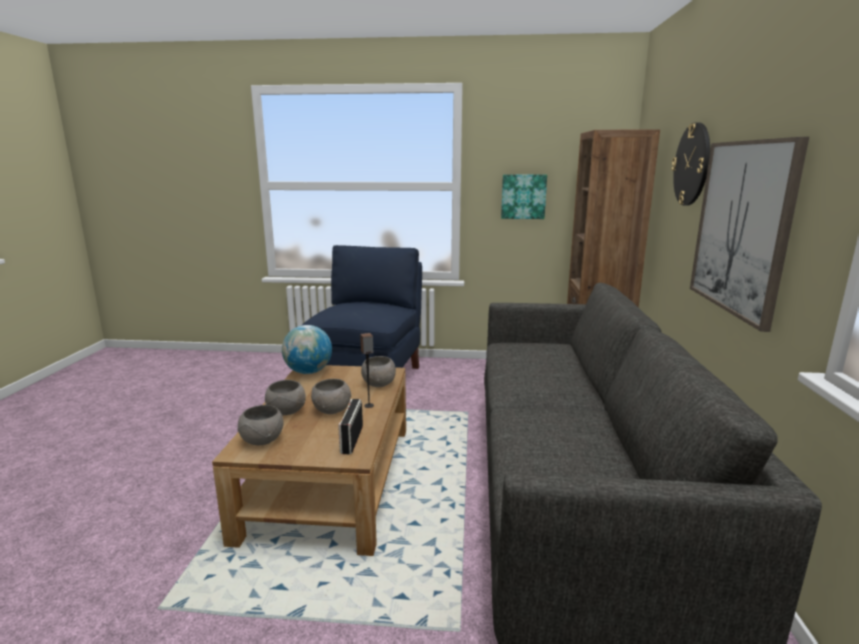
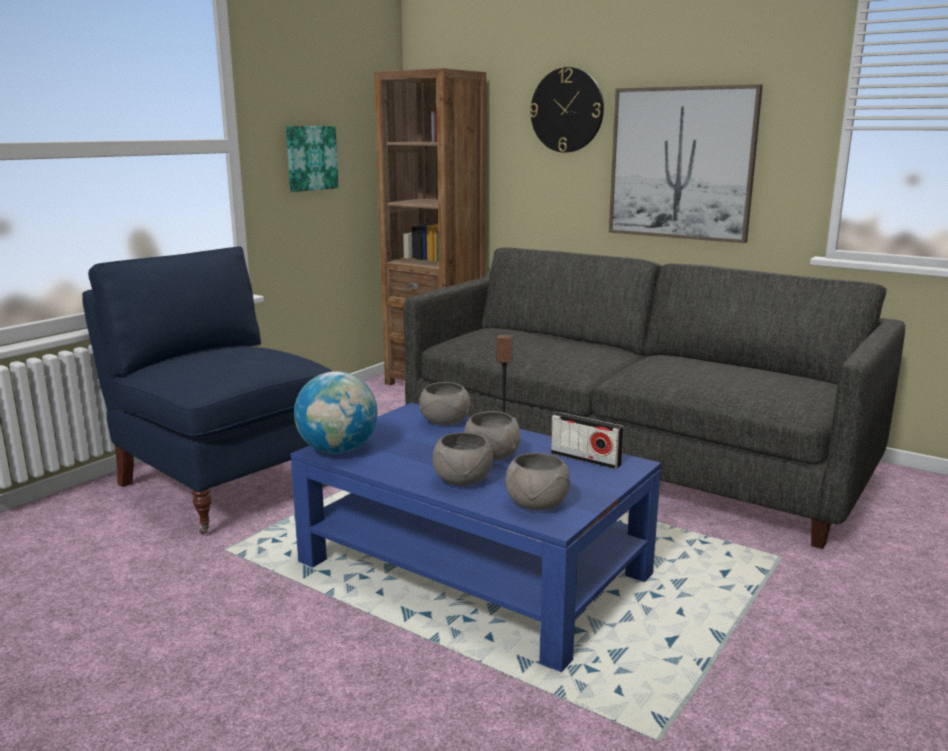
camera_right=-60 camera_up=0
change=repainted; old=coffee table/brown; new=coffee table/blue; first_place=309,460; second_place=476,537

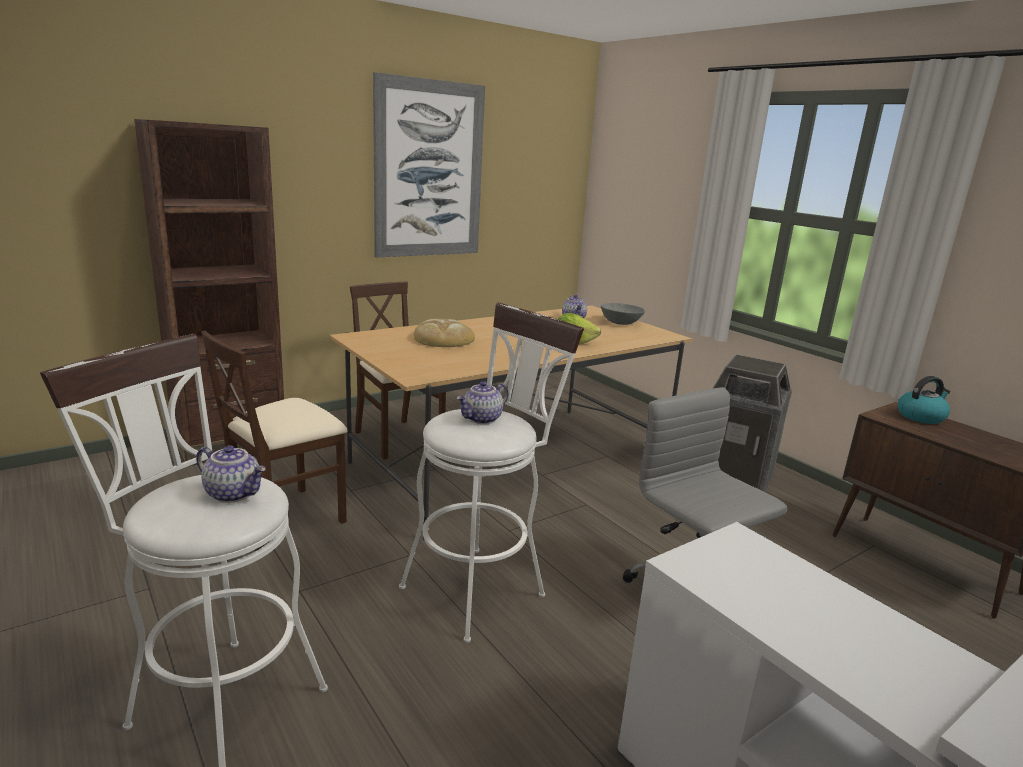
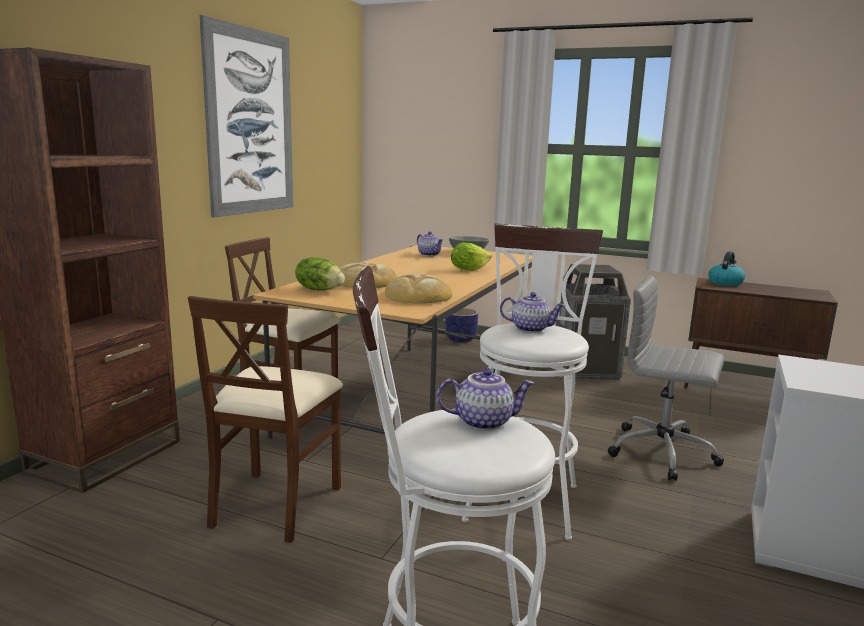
camera_right=-30 camera_up=-5
change=rotated; old=teapot; first_place=482,402; second_place=533,312; degrees=-90
change=new; new=lettuce; second_place=320,274
change=new; new=bread; second_place=418,289
change=new; new=planter; second_place=461,325

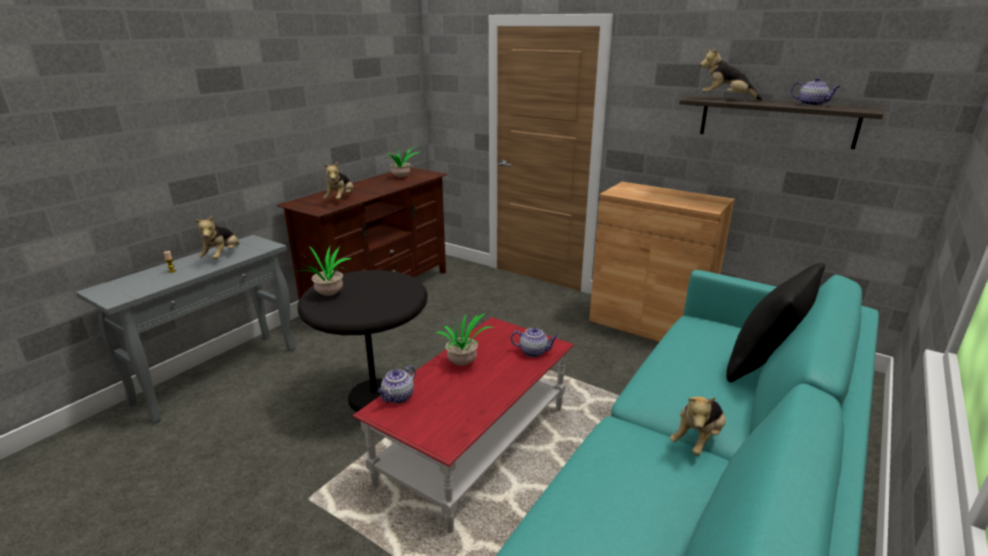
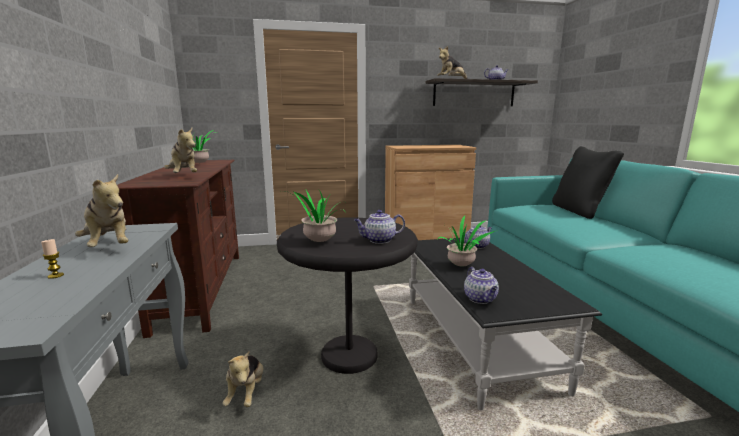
camera_right=-45 camera_up=-10
change=repainted; old=coffee table/red; new=coffee table/black; first_place=463,425; second_place=505,324
change=shifted; old=plush toy; first_place=698,426; second_place=243,379
change=new; new=teapot; second_place=379,227

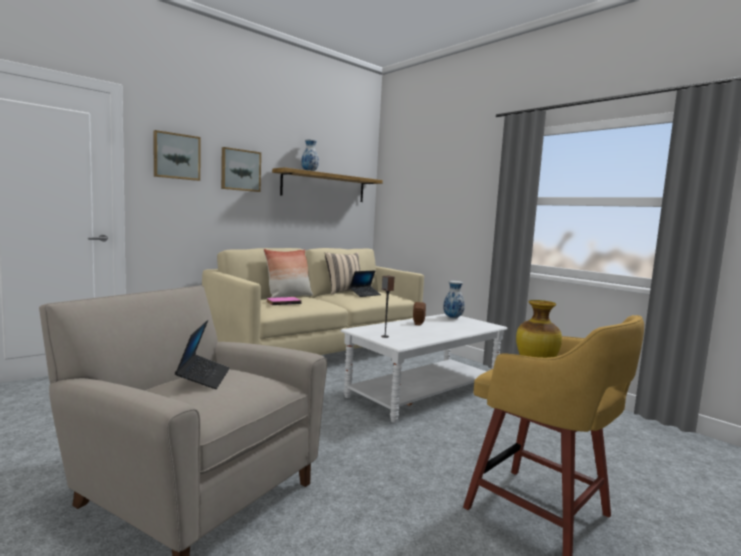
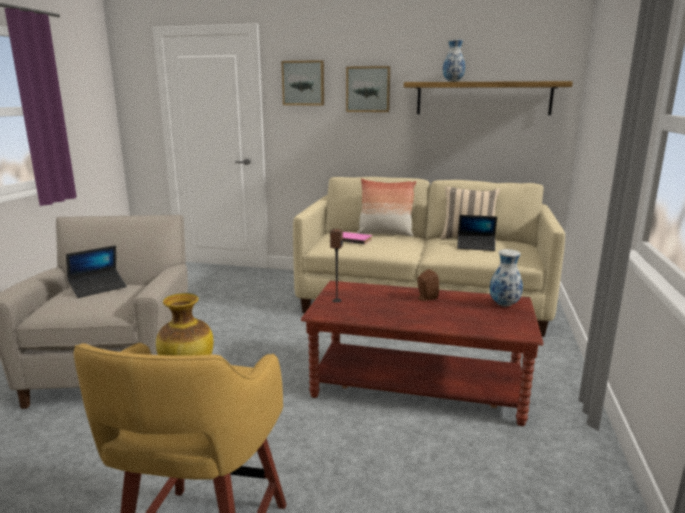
camera_right=55 camera_up=10
change=repainted; old=coffee table/white; new=coffee table/brown; first_place=424,368; second_place=422,353

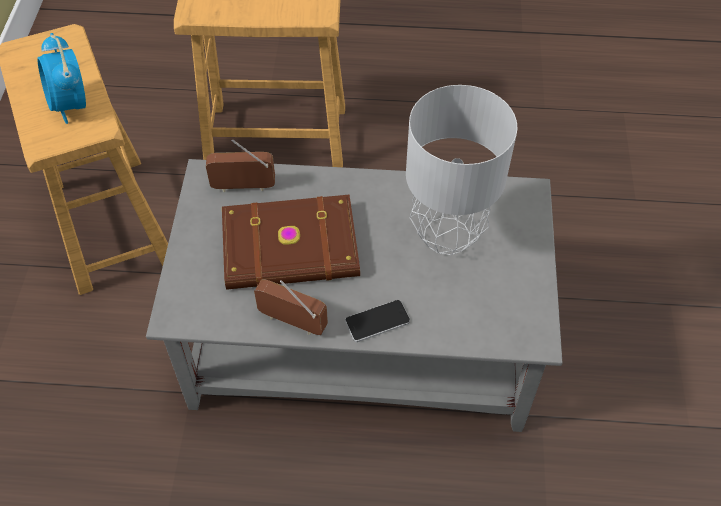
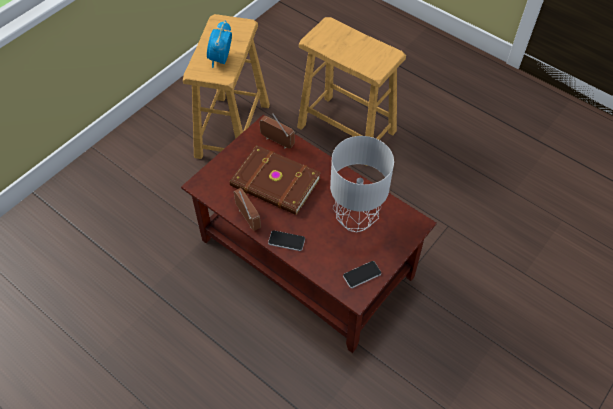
camera_right=35 camera_up=0
change=repainted; old=coffee table/grey; new=coffee table/brown; first_place=354,295; second_place=309,233
change=new; new=phone; second_place=362,274

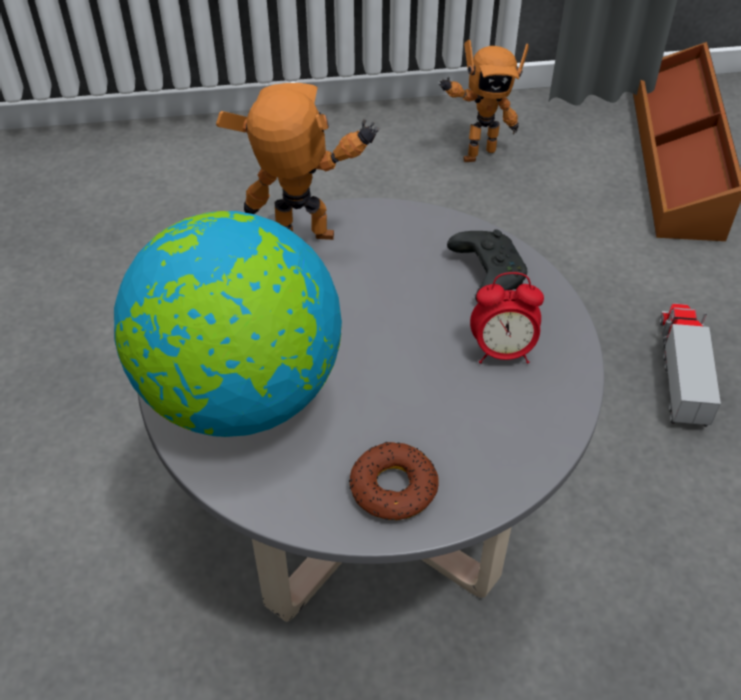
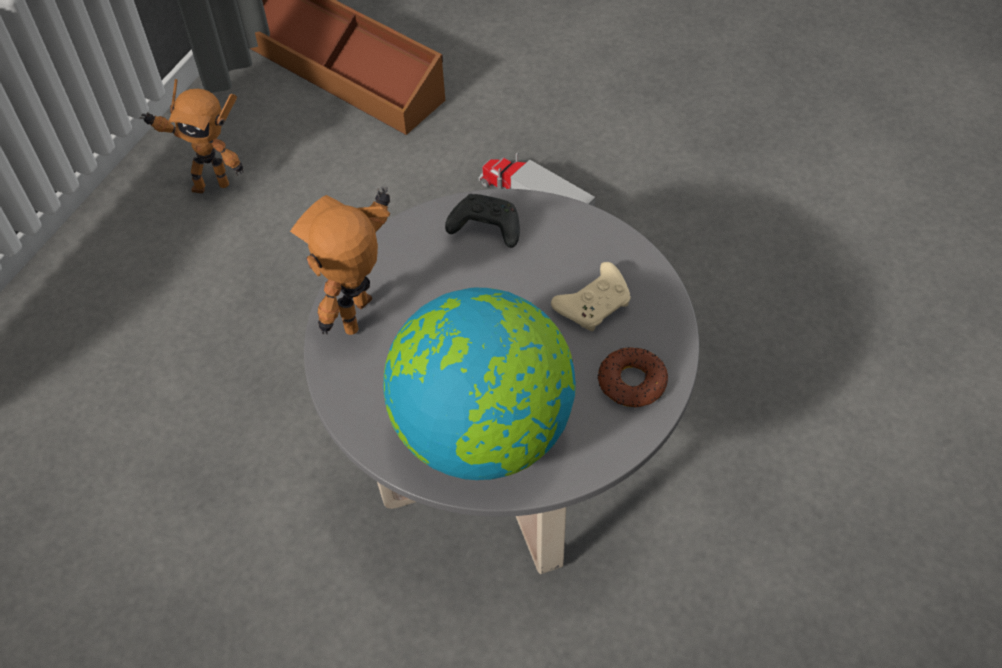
camera_right=-55 camera_up=5
change=rotated; old=toy robot; first_place=484,101; second_place=191,136; degrees=75
change=gone; old=alarm clock; first_place=507,318
change=new; new=game controller/beige; second_place=591,296

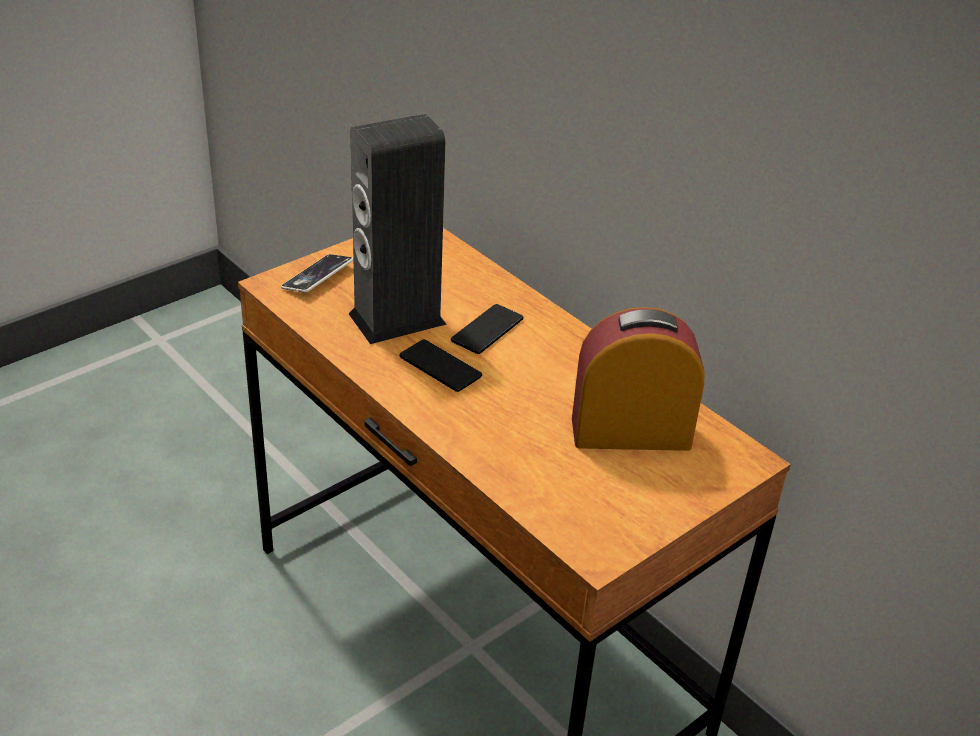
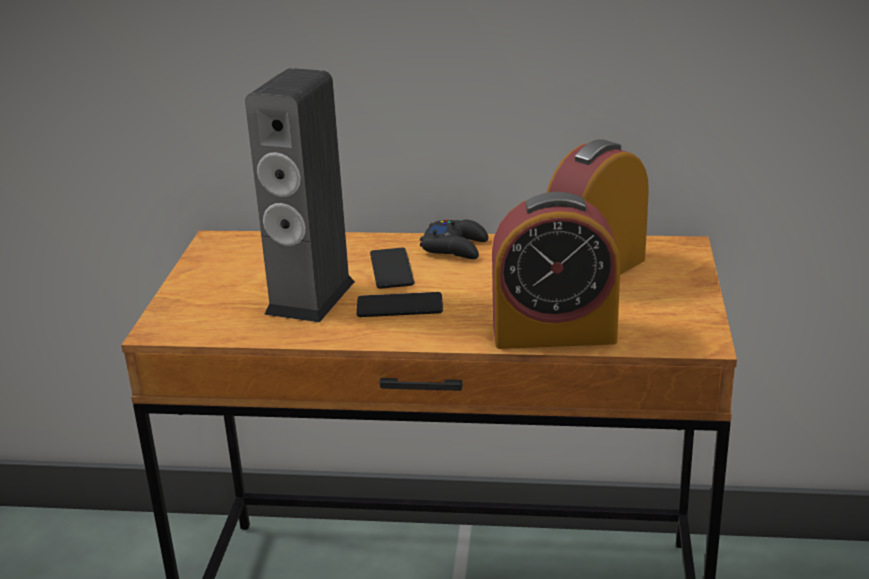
camera_right=-40 camera_up=-10
change=gone; old=phone; first_place=317,273
change=new; new=game controller/black; second_place=454,239
change=new; new=alarm clock; second_place=556,270

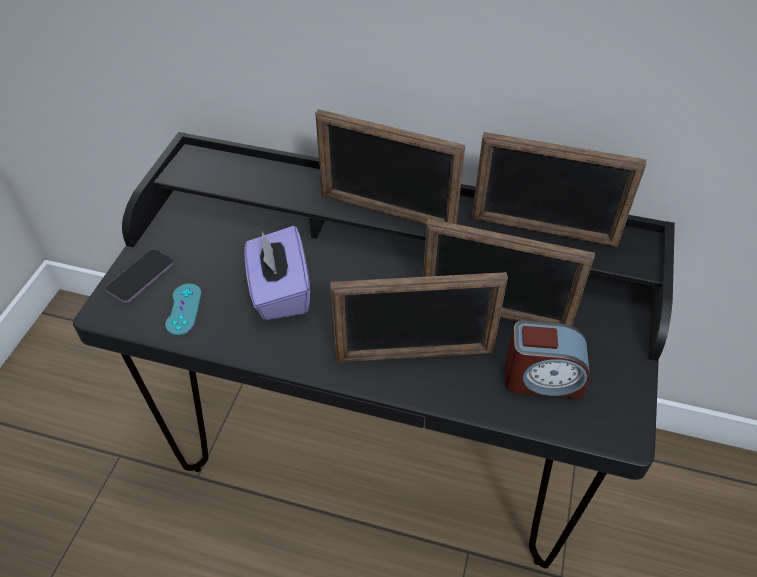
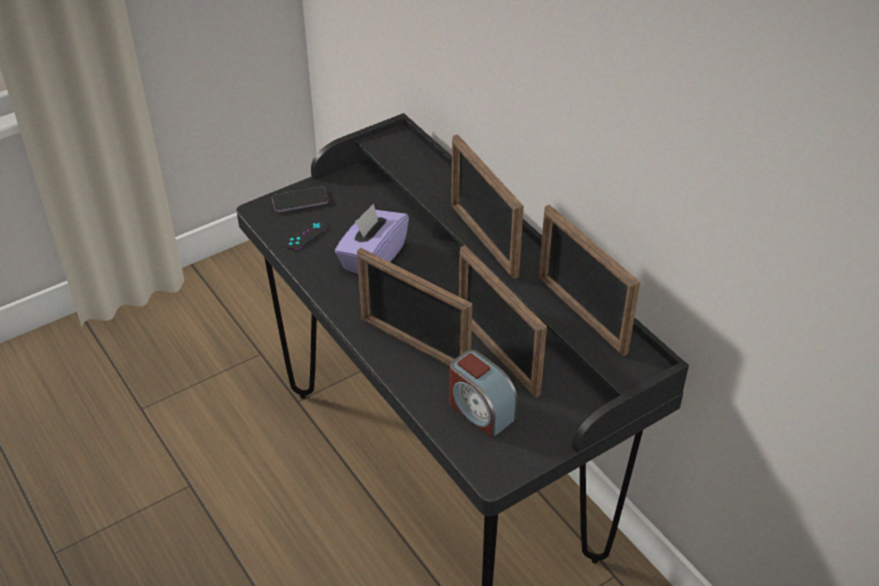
camera_right=40 camera_up=-5
change=repainted; old=game controller/turquoise; new=game controller/black; first_place=183,309; second_place=305,234

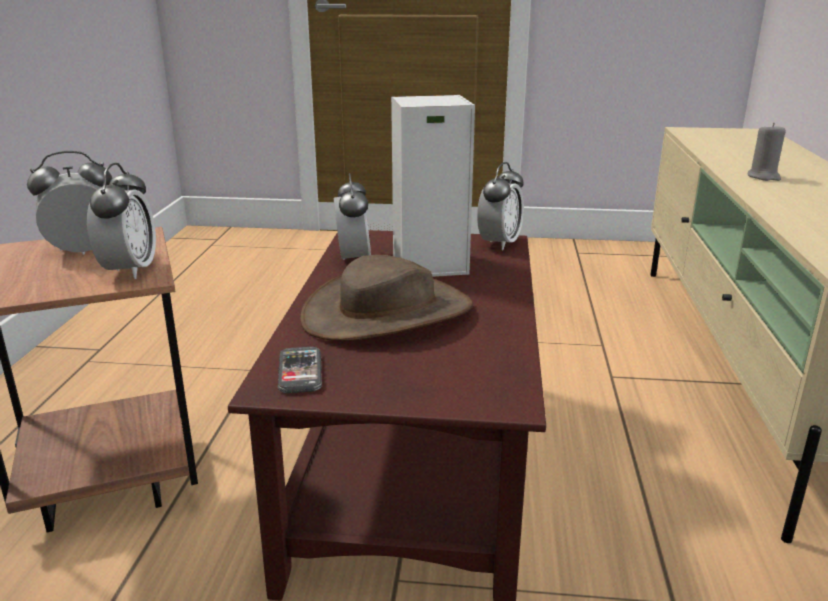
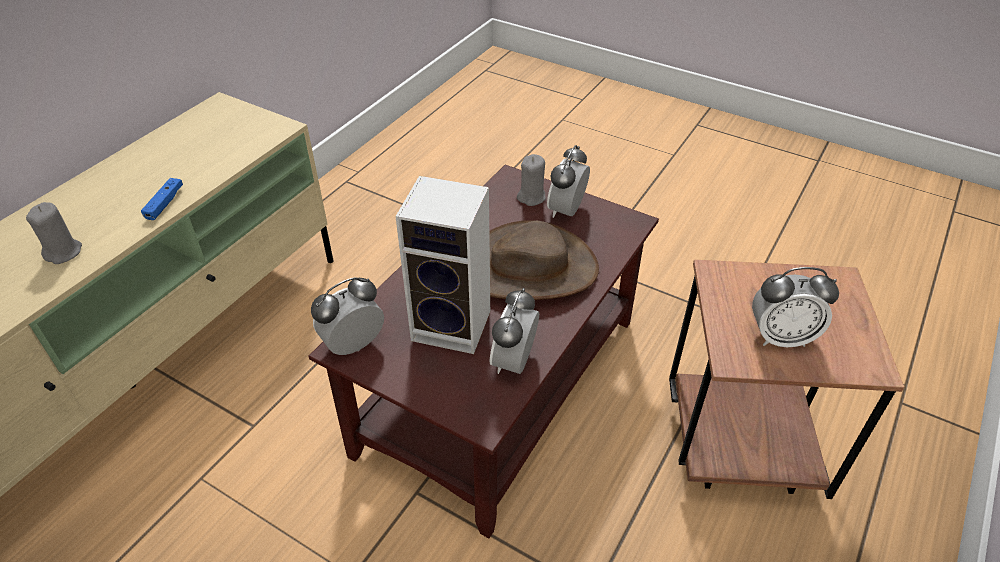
camera_right=-155 camera_up=20
change=shifted; old=alarm clock; first_place=121,221; second_place=568,181
change=gone; old=phone; first_place=300,370
change=new; new=game controller/blue; second_place=162,199
change=new; new=candle/grey; second_place=531,180

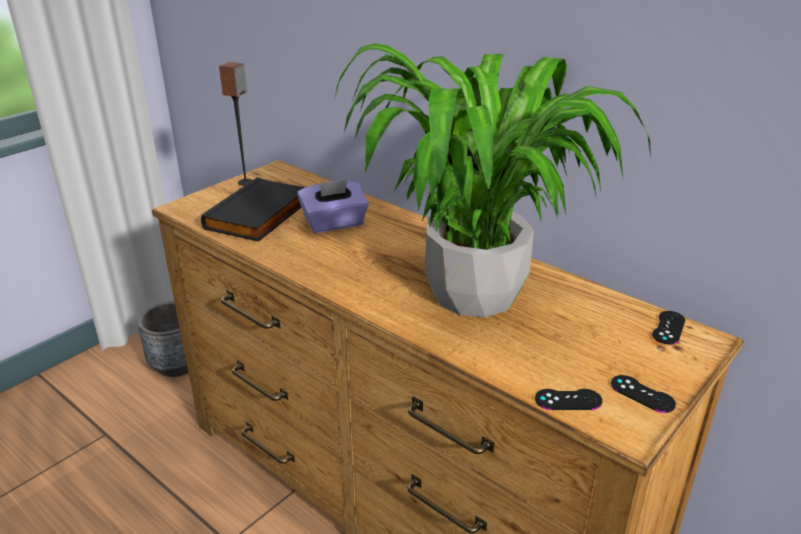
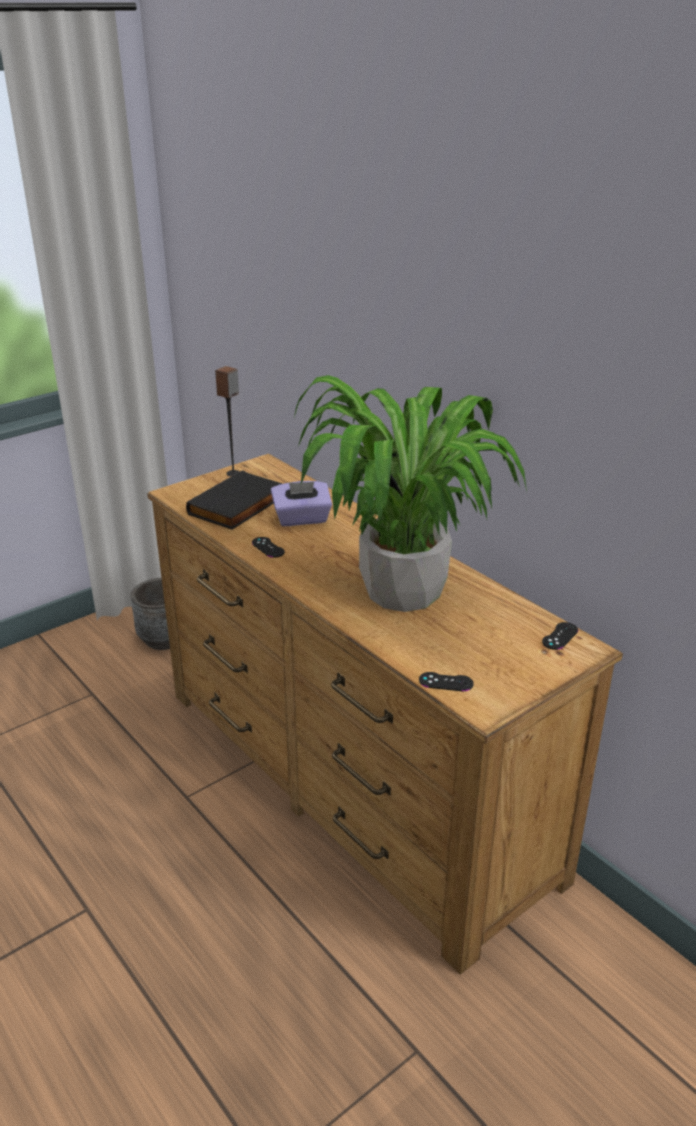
camera_right=10 camera_up=0
change=shifted; old=game controller/black; first_place=643,394; second_place=268,547

